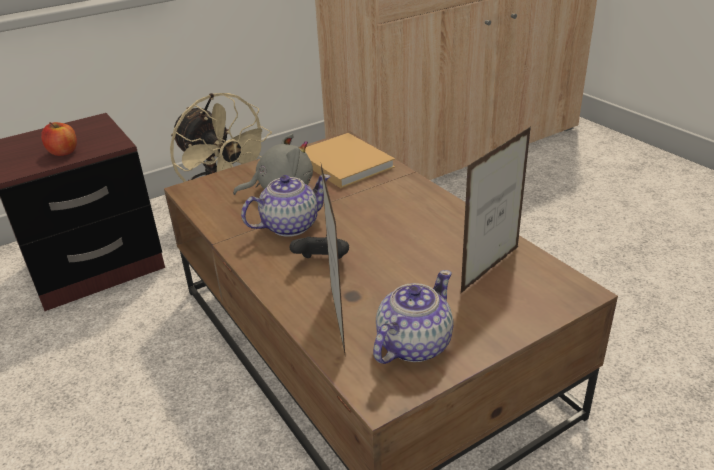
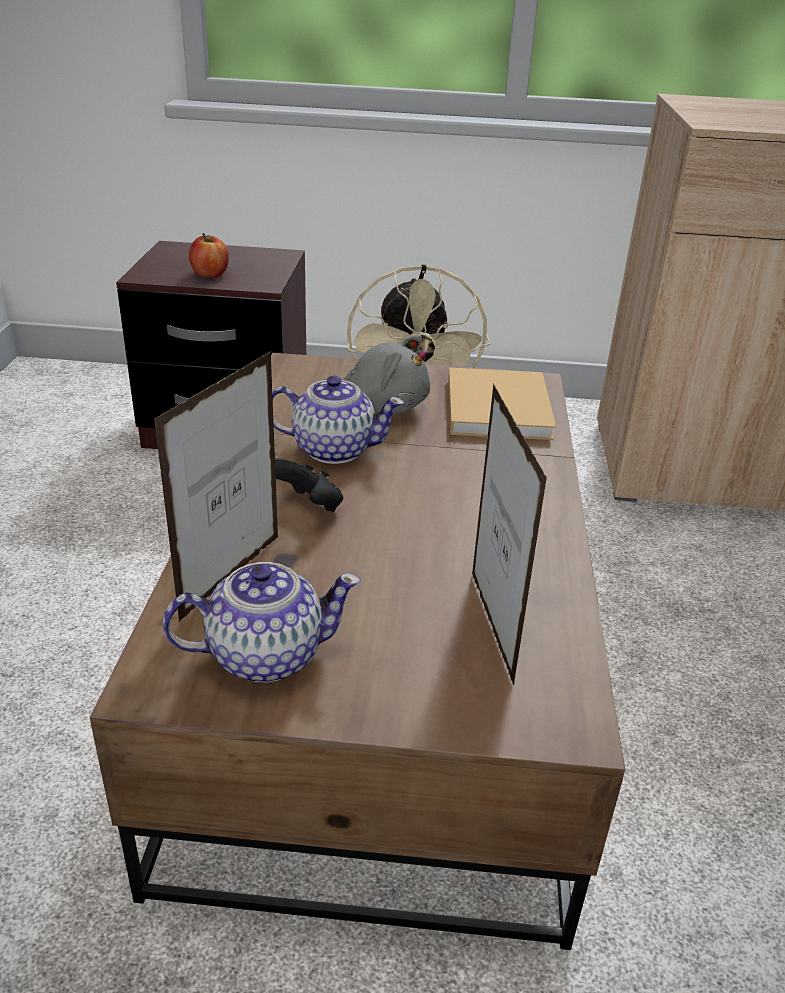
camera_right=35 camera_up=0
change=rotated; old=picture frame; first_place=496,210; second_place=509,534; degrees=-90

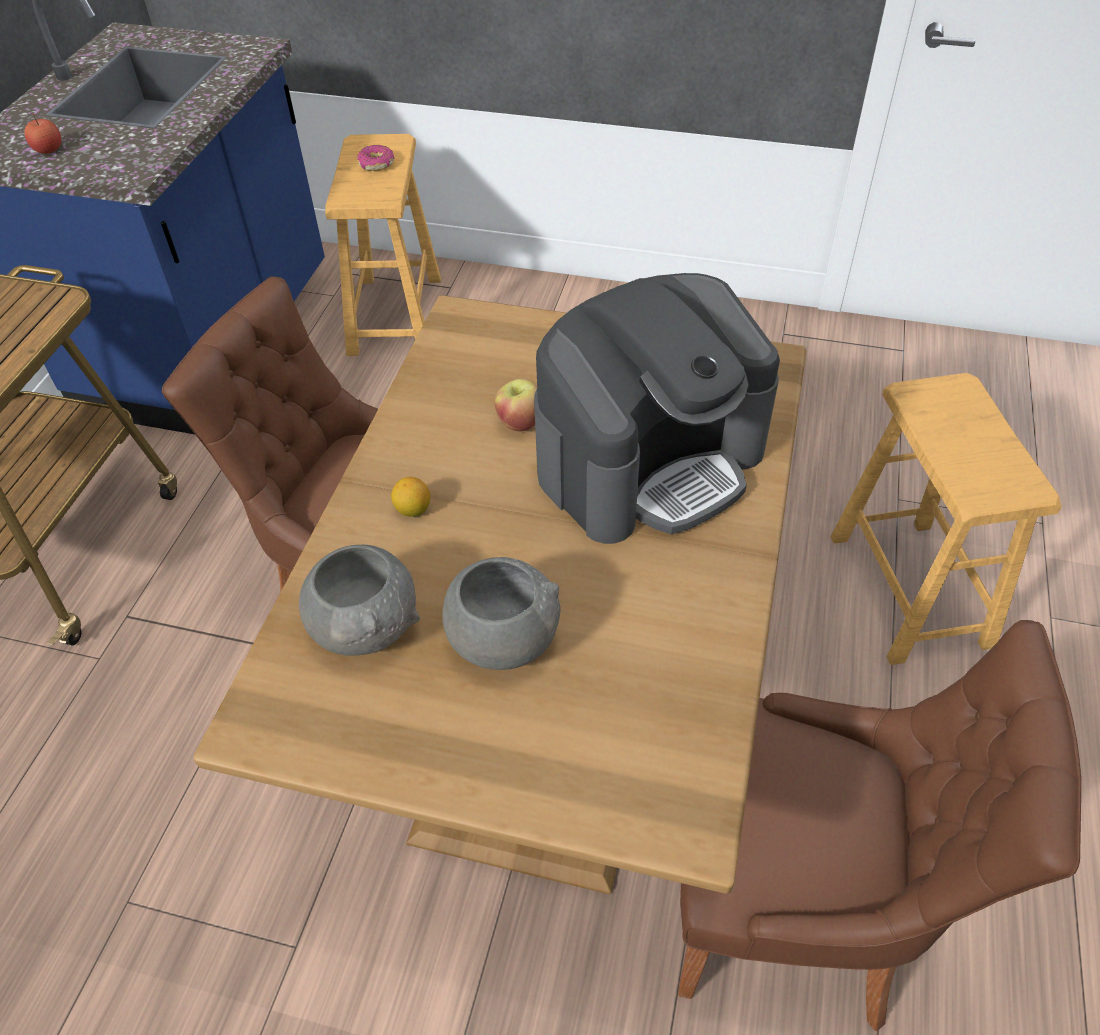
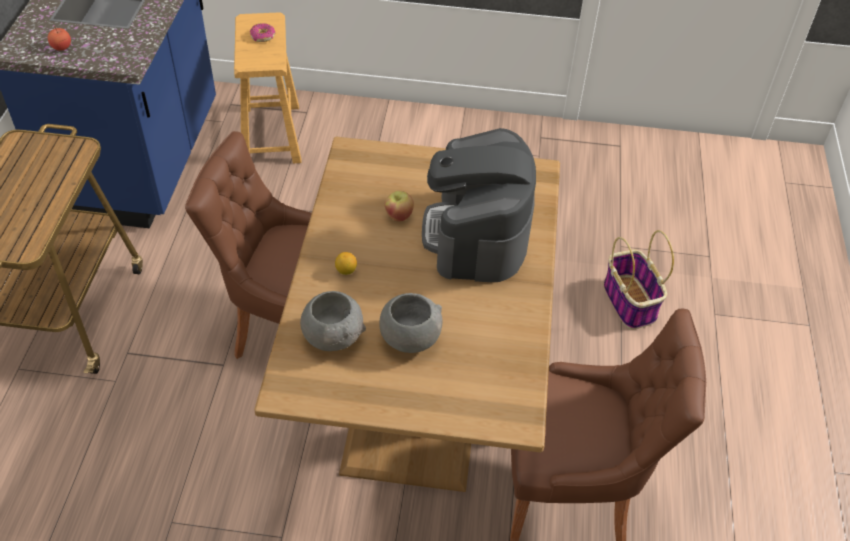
camera_right=-10 camera_up=0
change=rotated; old=coffee machine; first_place=657,408; second_place=479,205; degrees=135
change=swapped; old=stool/brown; new=basket; first_place=946,519; second_place=639,279

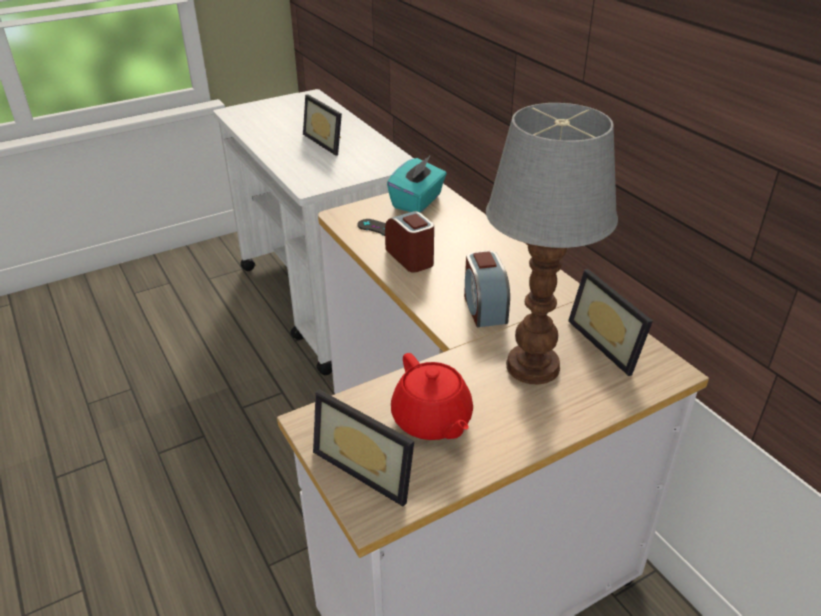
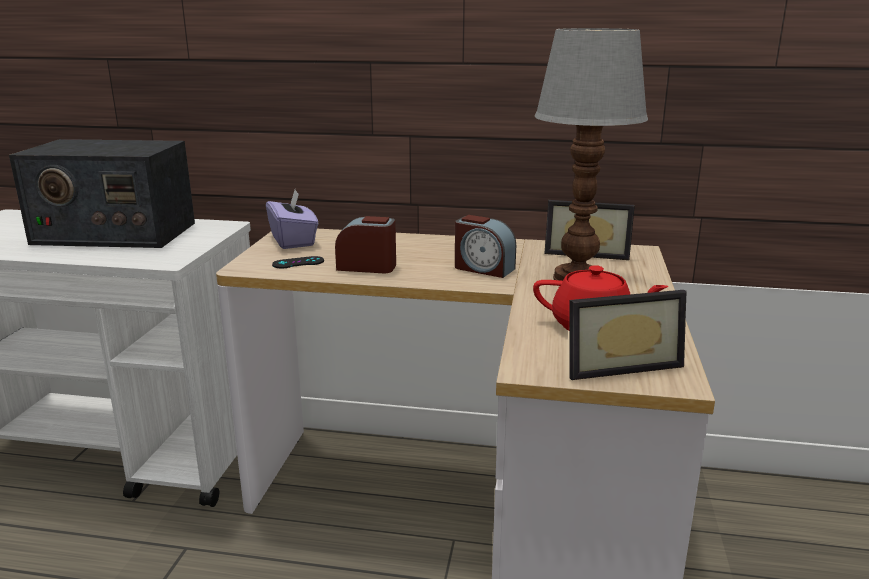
camera_right=-50 camera_up=-15
change=swapped; old=picture frame; new=radio; first_place=322,125; second_place=102,193
change=repainted; old=tissue box/turquoise; new=tissue box/purple; first_place=417,184; second_place=292,219

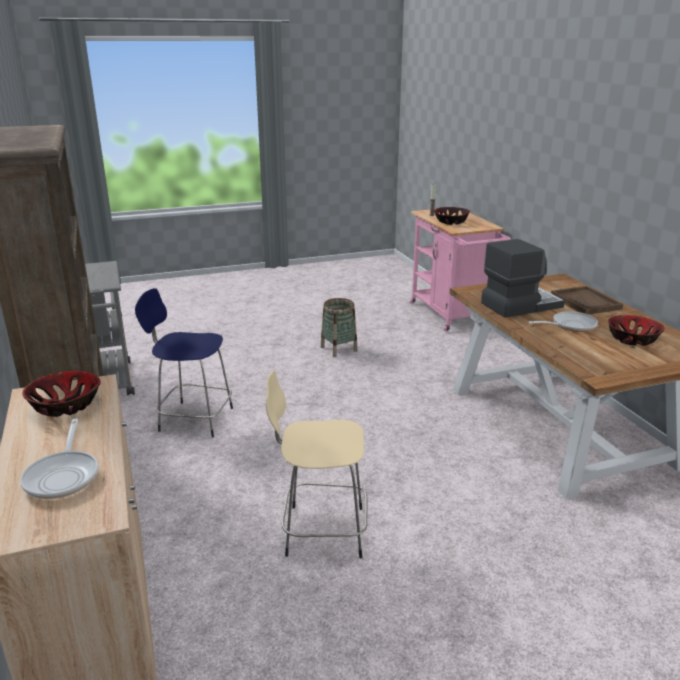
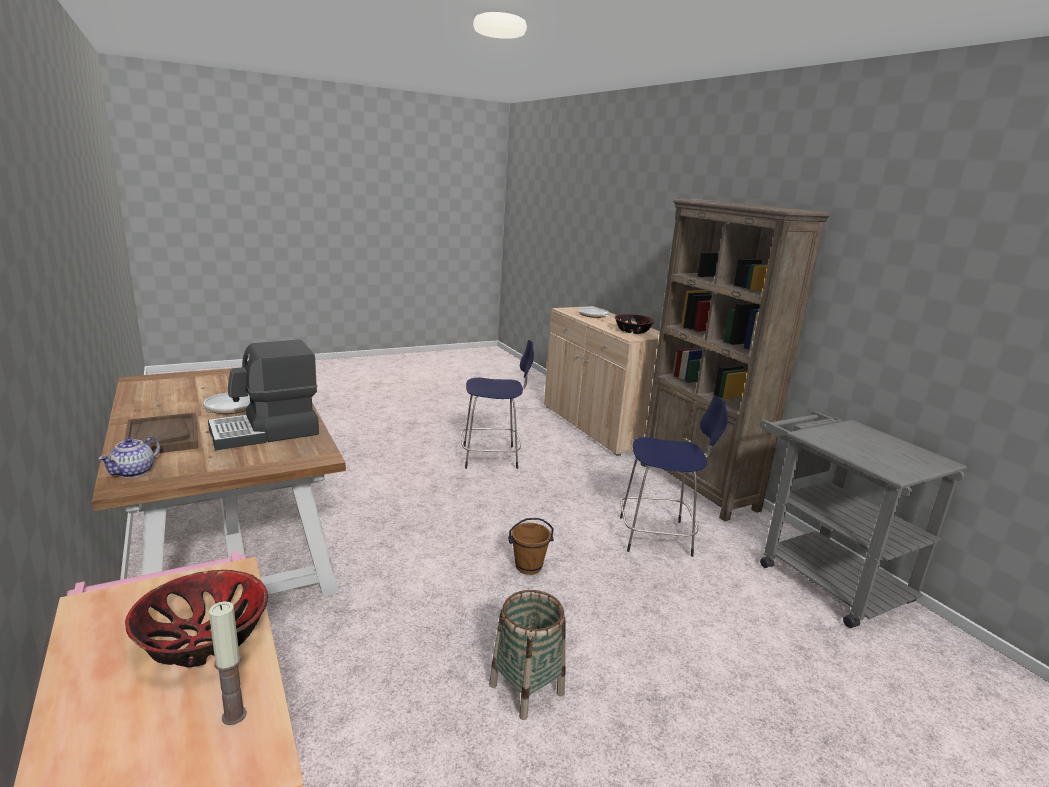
camera_right=170 camera_up=-5
change=repainted; old=stool/beige; new=stool/blue; first_place=316,464; second_place=497,404
change=gone; old=bowl; first_place=636,330
change=new; new=teapot; second_place=129,457
change=new; new=bucket/brown; second_place=531,546

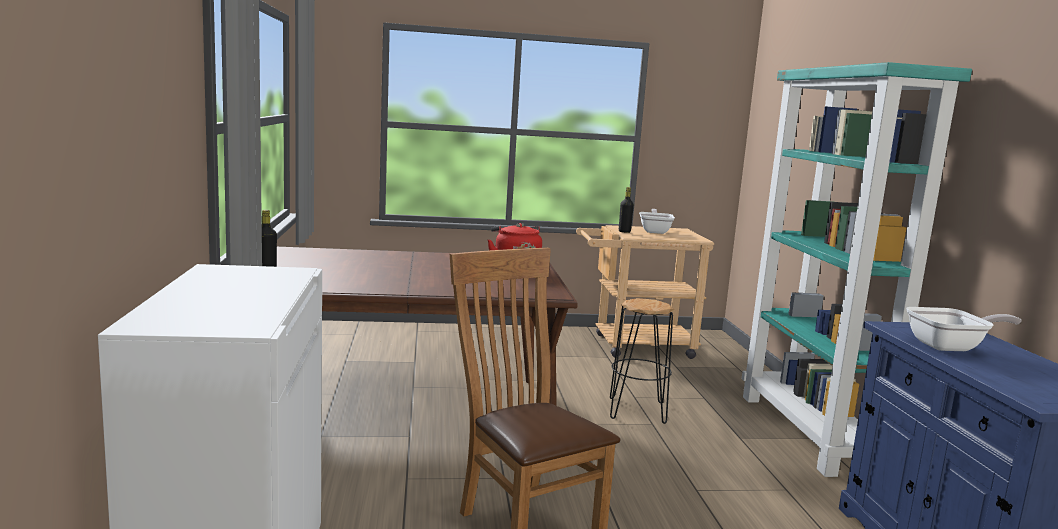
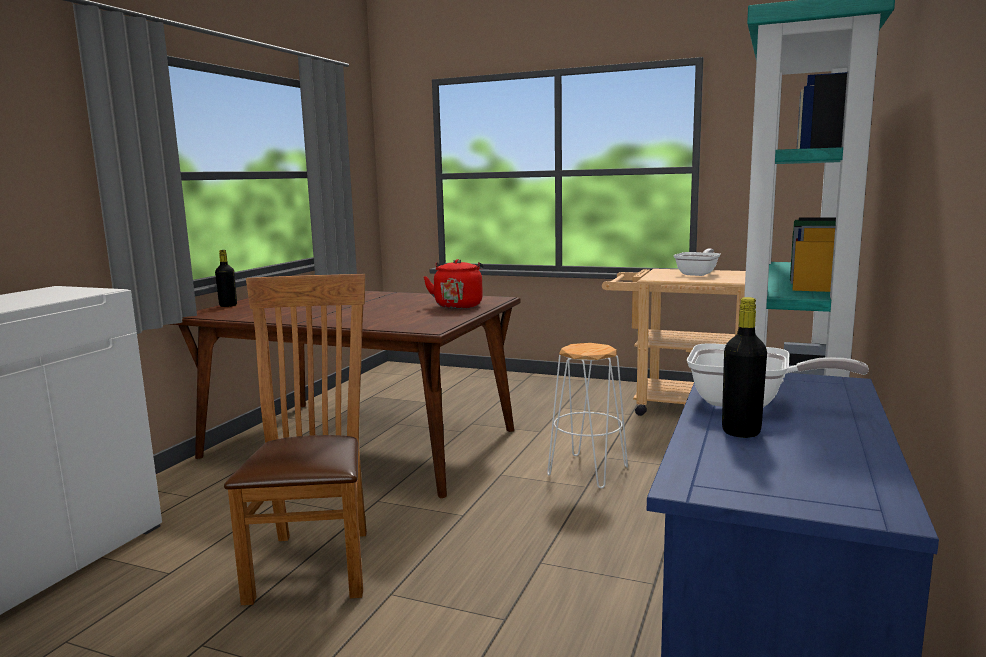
camera_right=30 camera_up=0
change=repainted; old=stool/black; new=stool/white; first_place=642,361; second_place=587,415
change=shifted; old=bottle/black; first_place=626,210; second_place=744,367

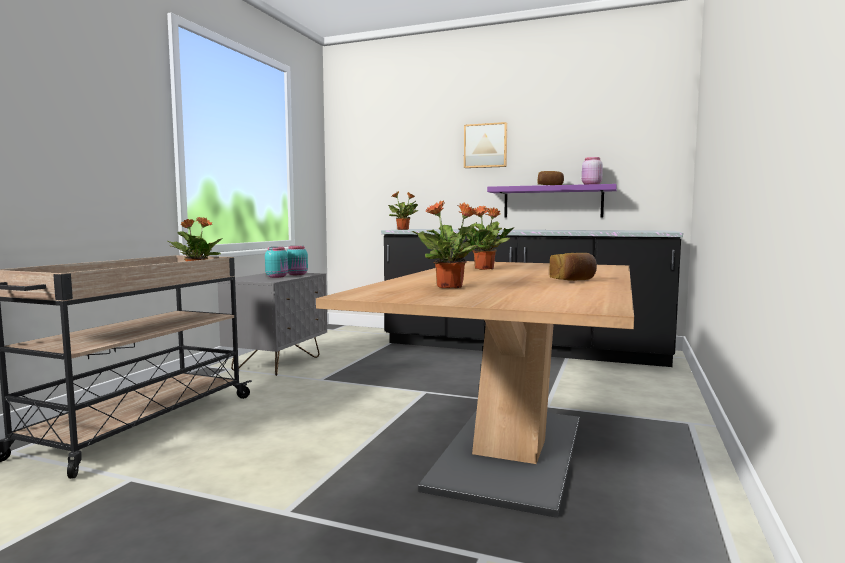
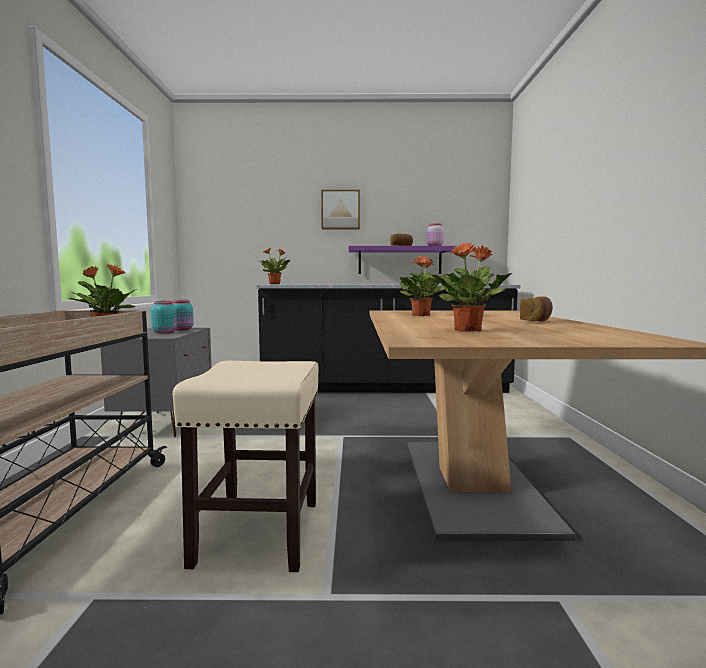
camera_right=-20 camera_up=0
change=new; new=stool/beige; second_place=246,466

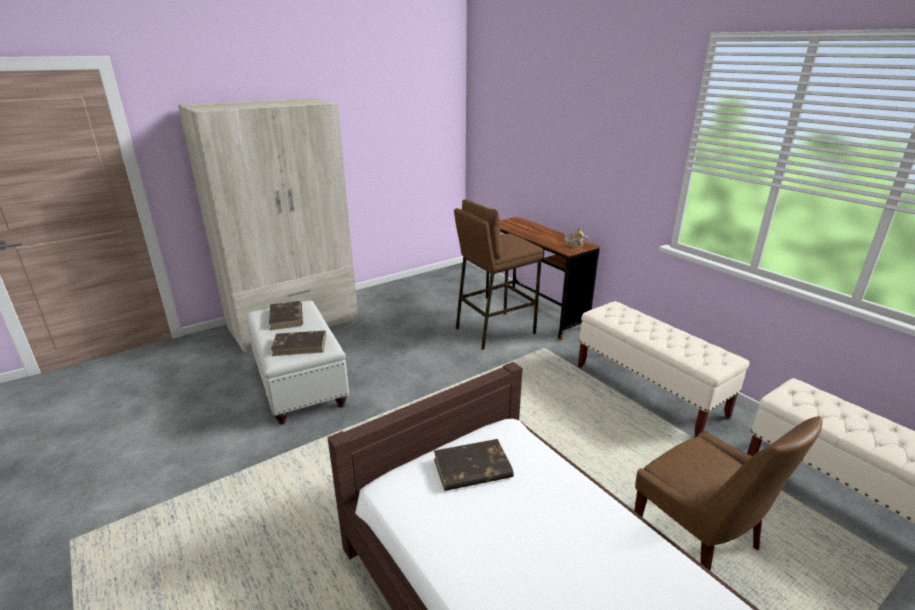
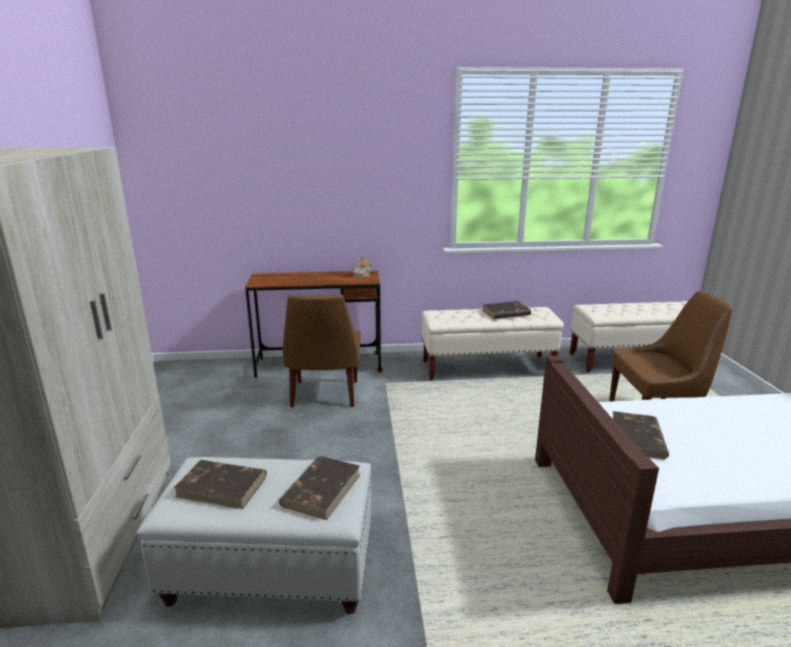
camera_right=-60 camera_up=-5
change=swapped; old=stool/brown; new=chair/brown; first_place=498,274; second_place=322,351
change=new; new=book/brown; second_place=506,310

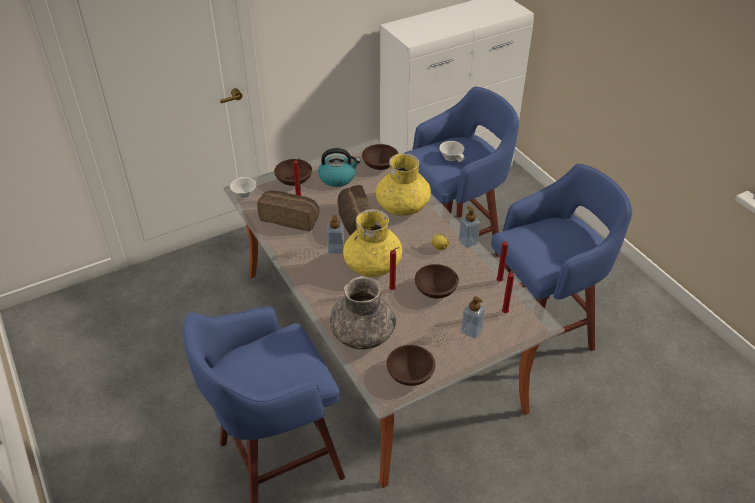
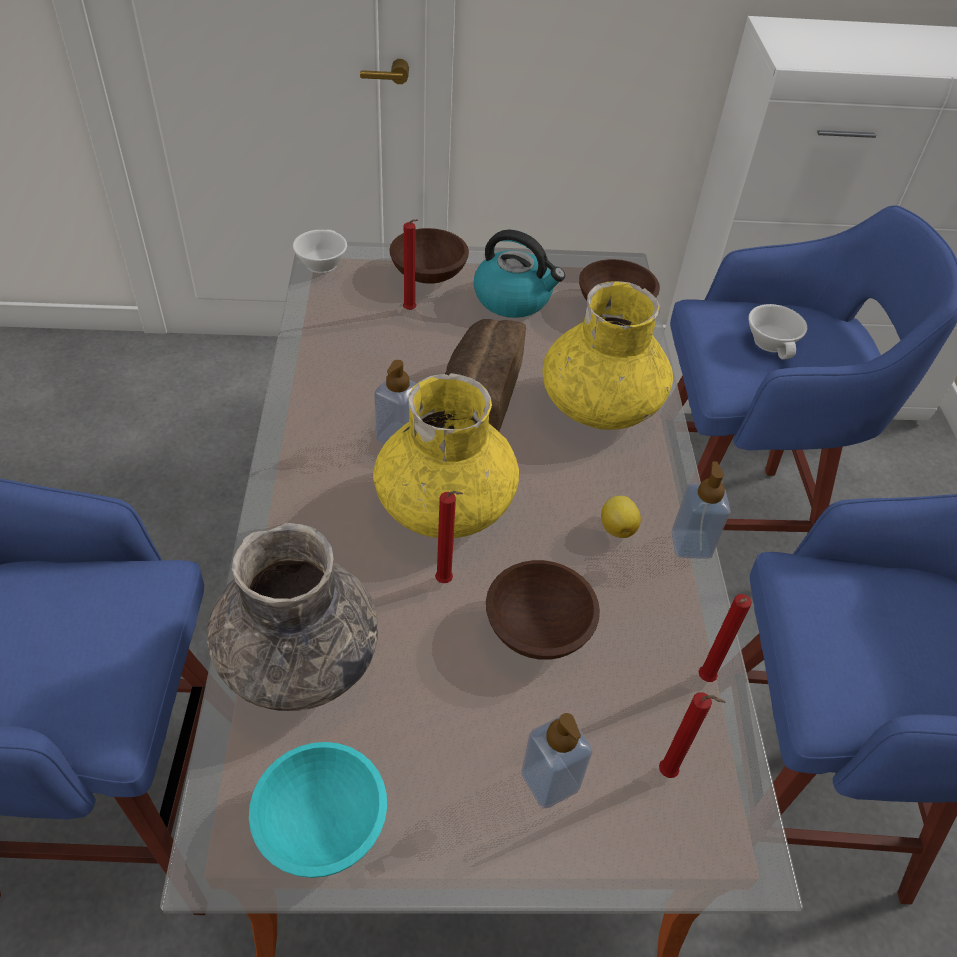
camera_right=25 camera_up=5
change=gone; old=bread; first_place=288,210
change=repainted; old=bowl/brown; new=bowl/turquoise; first_place=411,365; second_place=318,810

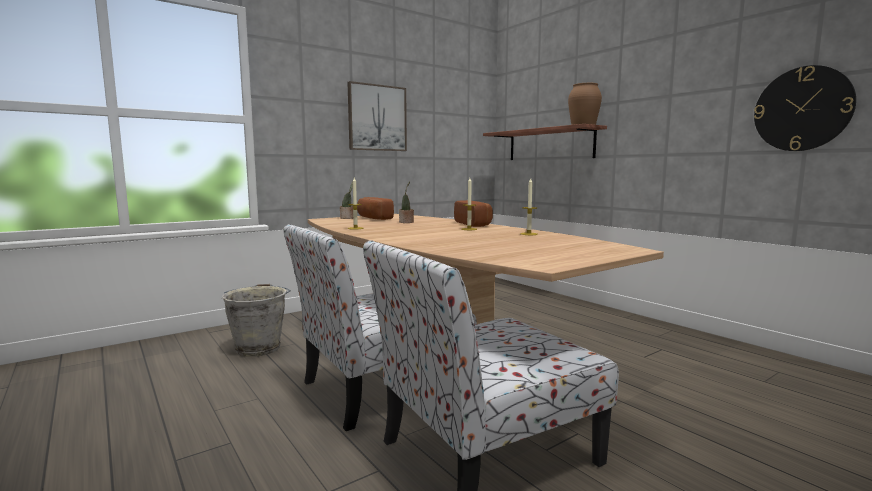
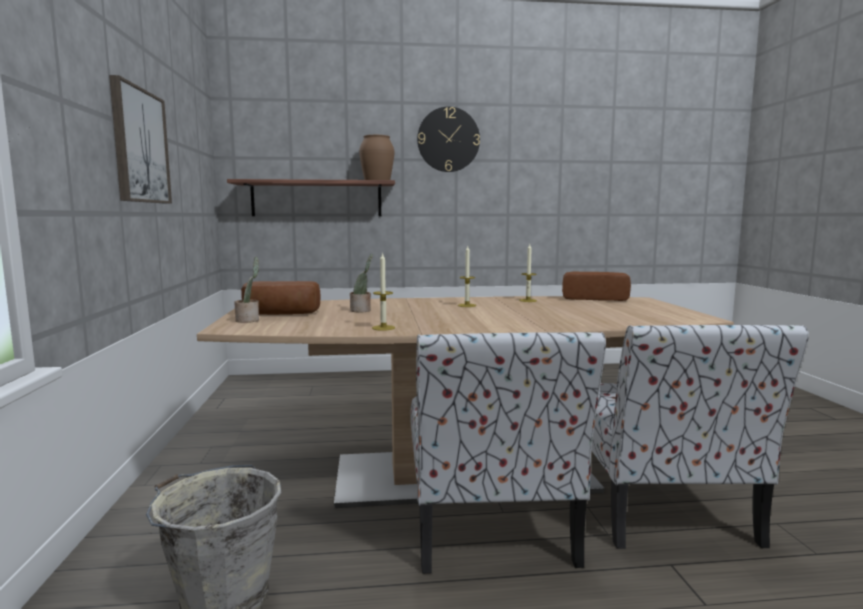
camera_right=-60 camera_up=0
change=shifted; old=bread; first_place=473,213; second_place=596,286
change=shifted; old=wall clock; first_place=805,108; second_place=448,139

